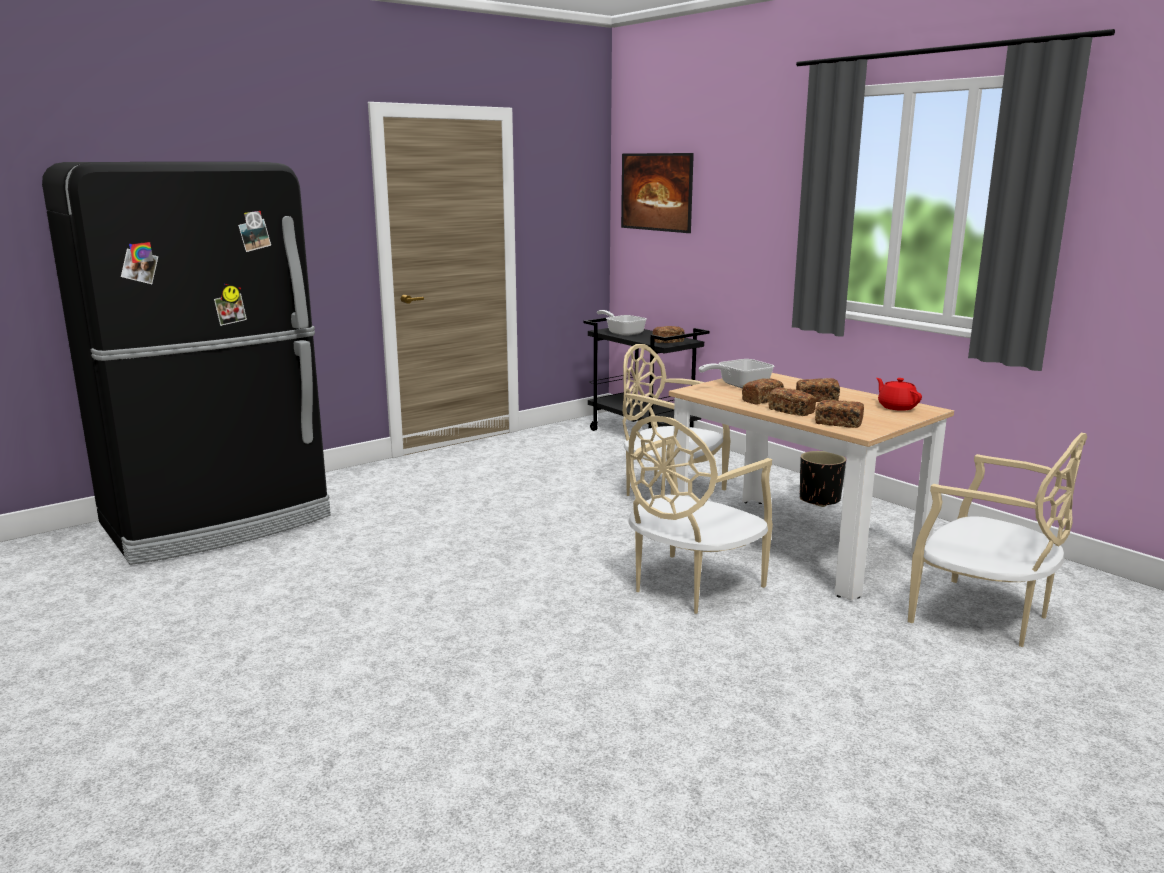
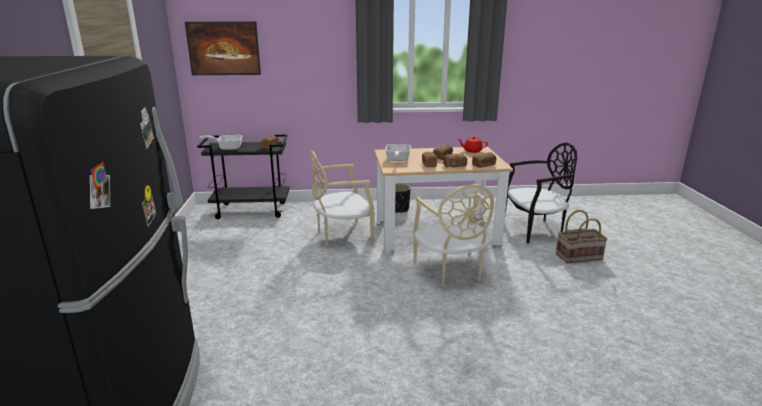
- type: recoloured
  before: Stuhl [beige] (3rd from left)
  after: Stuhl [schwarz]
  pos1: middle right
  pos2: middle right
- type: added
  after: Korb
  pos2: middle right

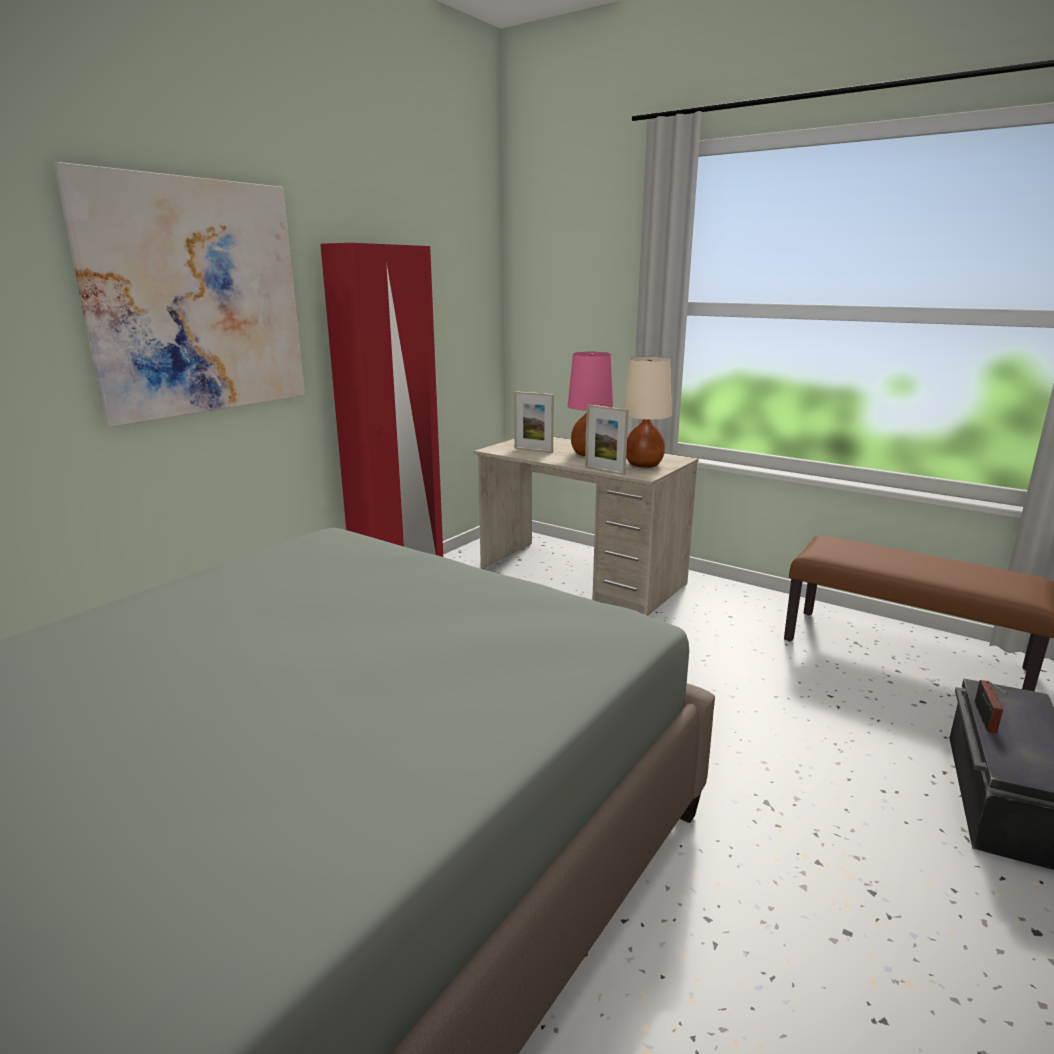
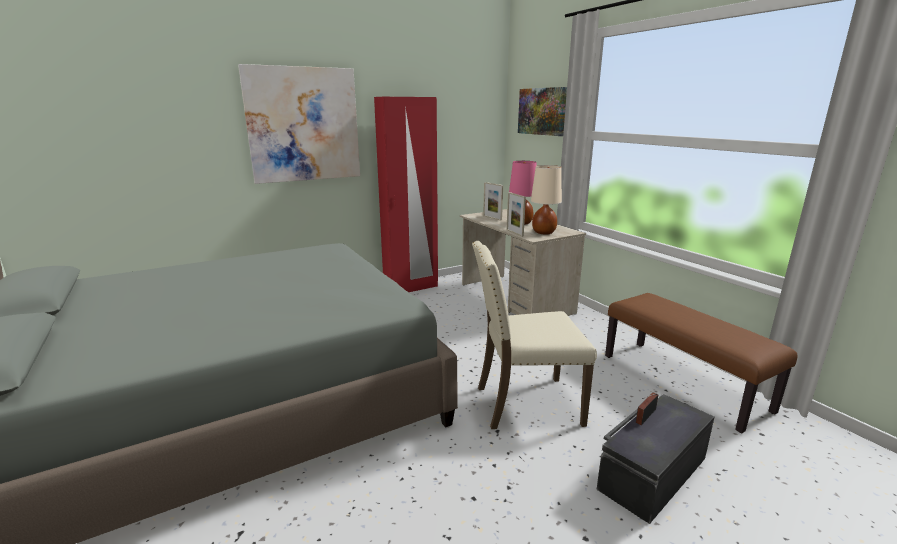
- type: added
  after: Bild (2nd from left)
  pos2: top centre
- type: added
  after: Stuhl [beige]
  pos2: centre

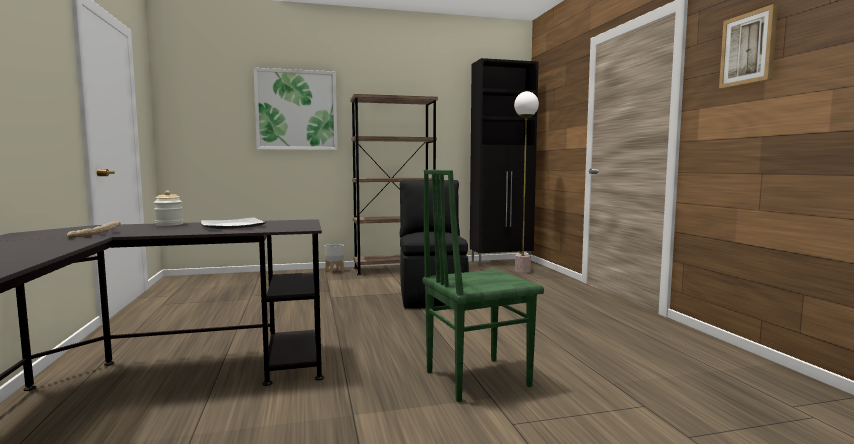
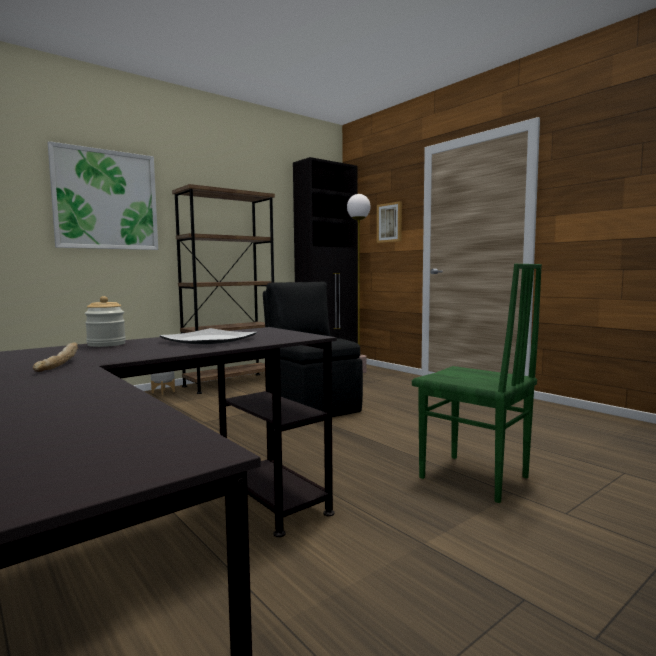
- type: moved
  before: Bild (2nd from left)
  pos1: top right
  pos2: centre
- type: turned
  before: Stuhl [grün]
  pos1: centre
  pos2: middle right
  turn: -90

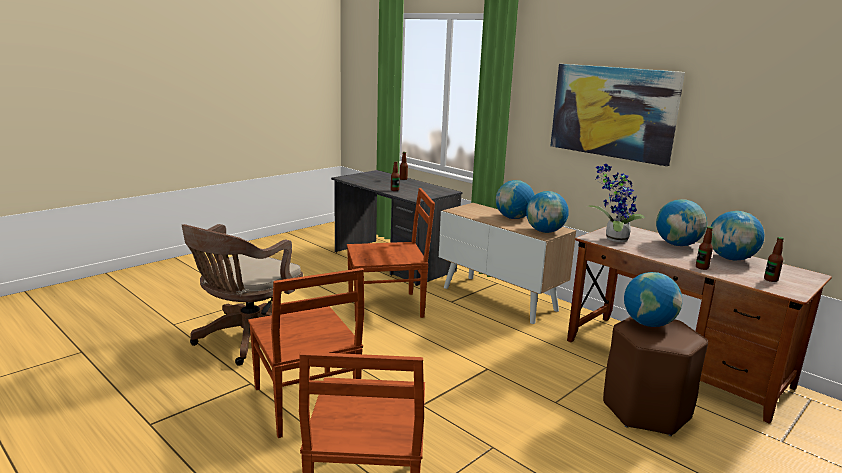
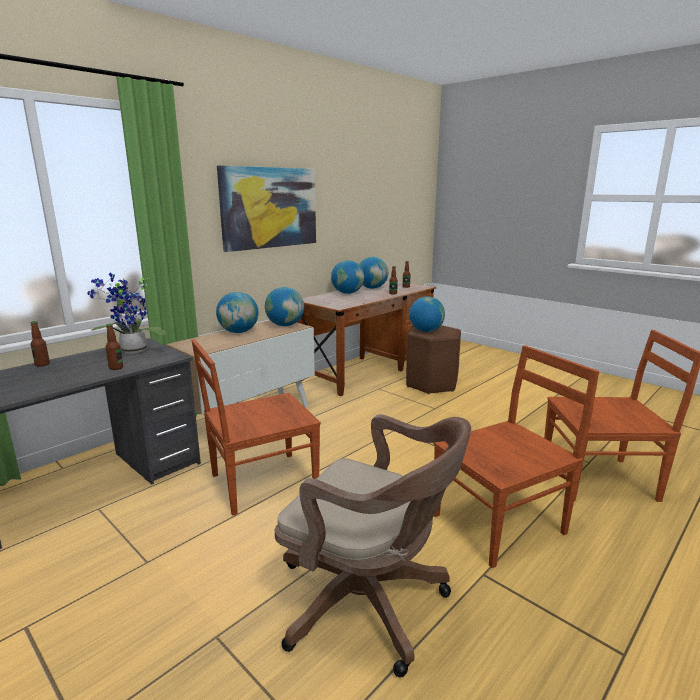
- type: moved
  before: Topfpflanze
  pos1: middle right
  pos2: middle left
- type: turned
  before: Stuhl [braun] (3rd from left in the first image)
  pos1: centre
  pos2: centre
  turn: -105

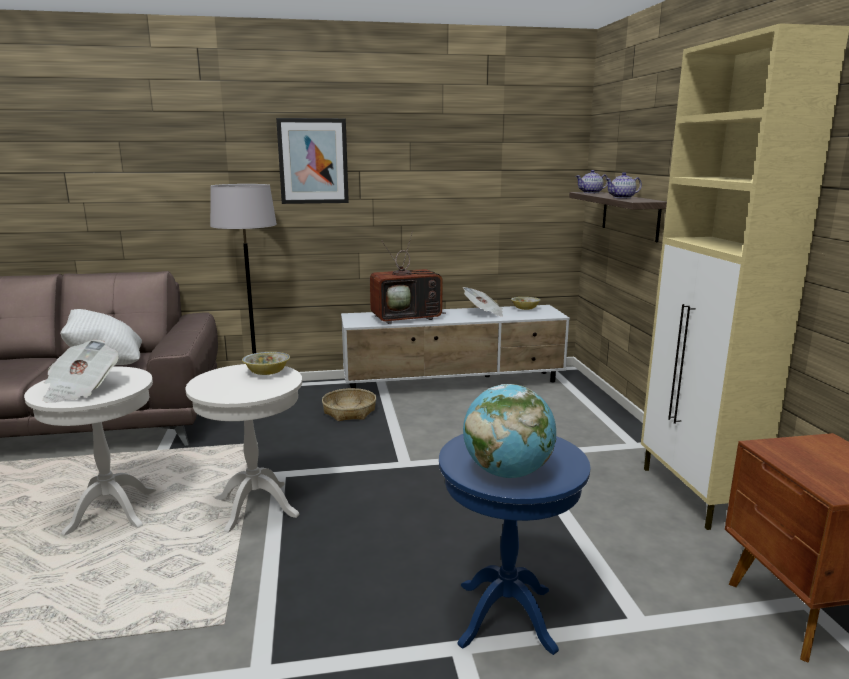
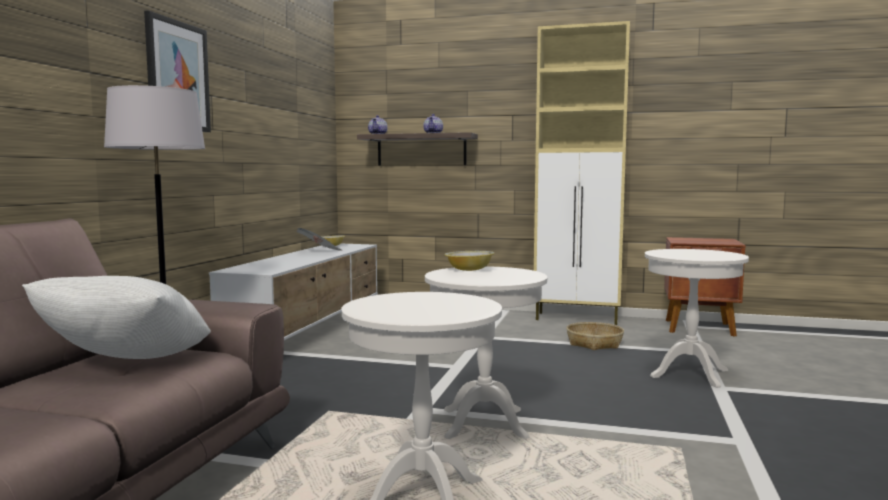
- type: removed
  before: Fernseher
  pos1: centre
- type: removed
  before: Zeitung (1st from left)
  pos1: middle left
- type: removed
  before: Globus
  pos1: centre
- type: moved
  before: Korb
  pos1: centre
  pos2: bottom right
- type: recoloured
  before: Beistelltisch [blau]
  after: Beistelltisch [weiß] (3rd from left)
  pos1: bottom centre
  pos2: middle right

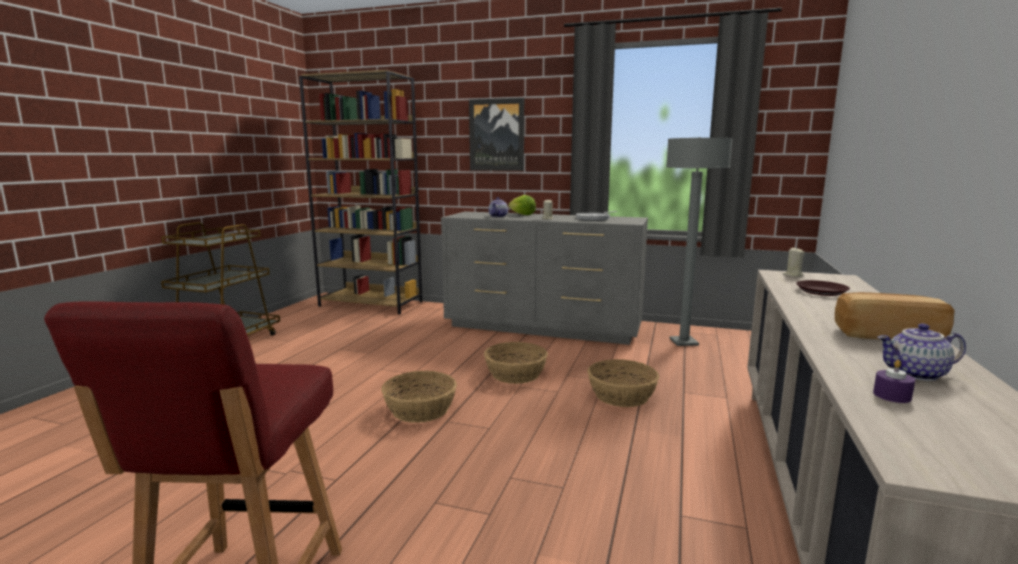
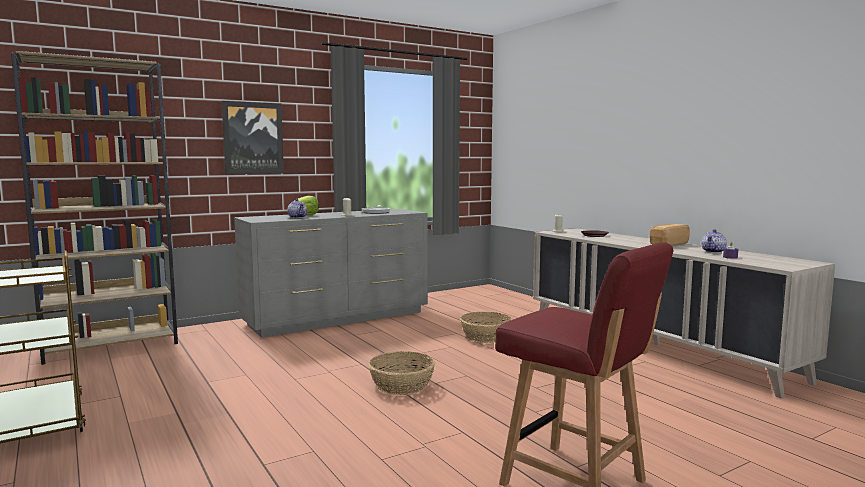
- type: removed
  before: Stehlampe [grau]
  pos1: middle right
- type: removed
  before: Korb (2nd from left)
  pos1: centre

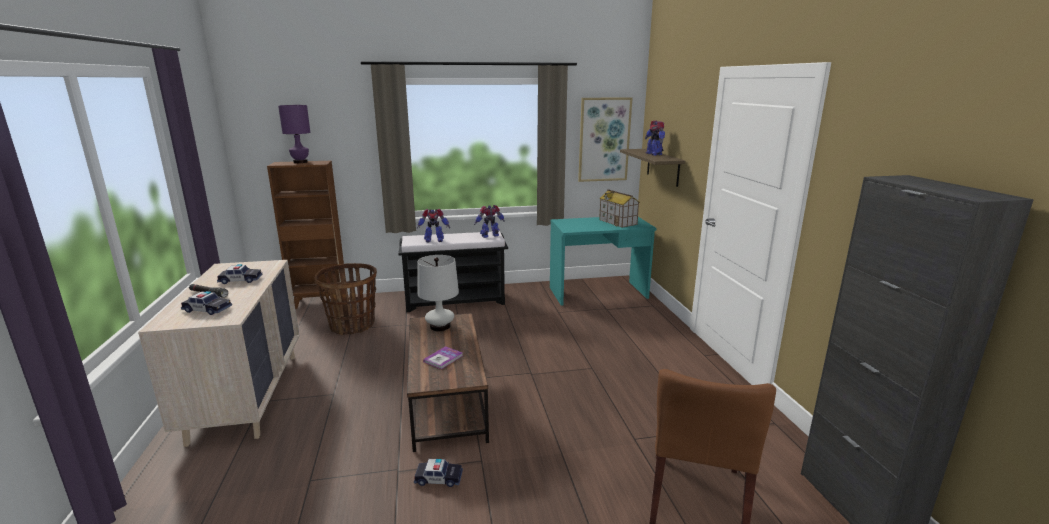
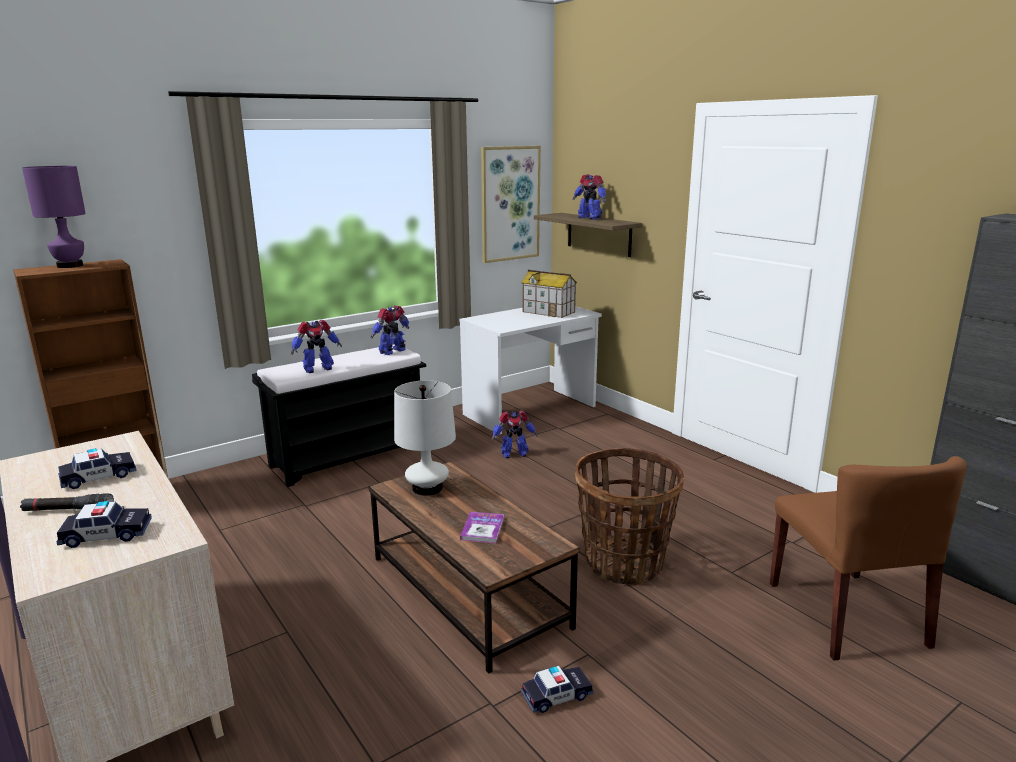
- type: recoloured
  before: Schreibtisch [türkis]
  after: Schreibtisch [weiß]
  pos1: centre
  pos2: centre
- type: moved
  before: Korb
  pos1: middle left
  pos2: bottom centre
- type: added
  after: Spielzeugroboter (3rd from left)
  pos2: centre

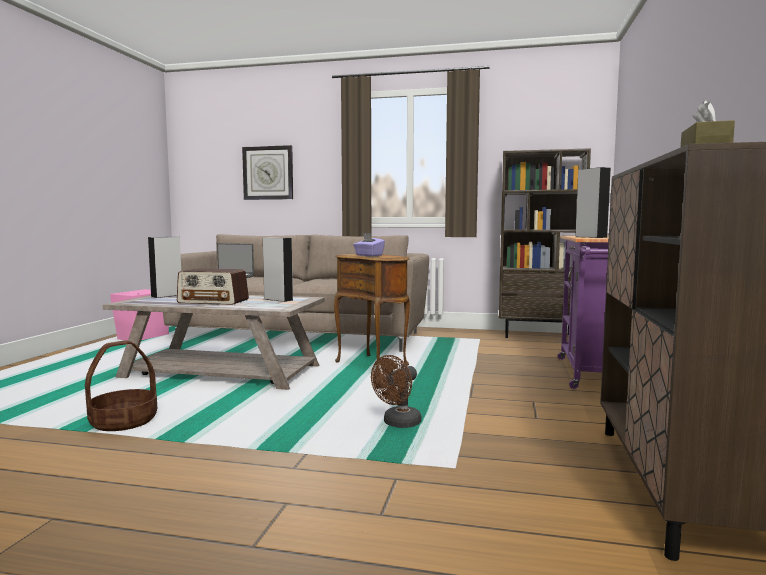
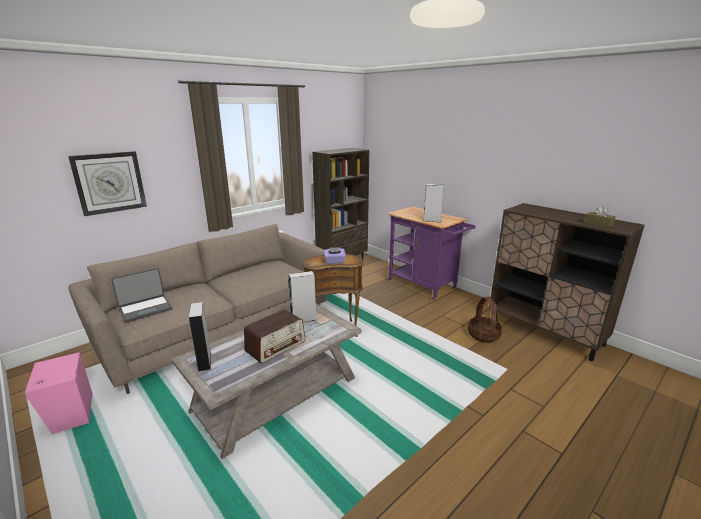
- type: moved
  before: Korb
  pos1: bottom left
  pos2: middle right
- type: removed
  before: Ventilator [braun]
  pos1: bottom centre

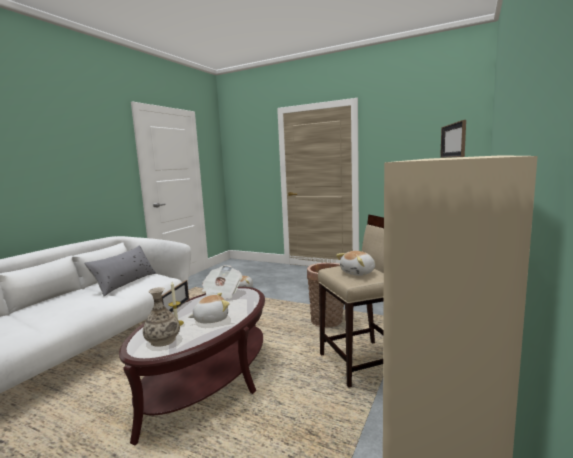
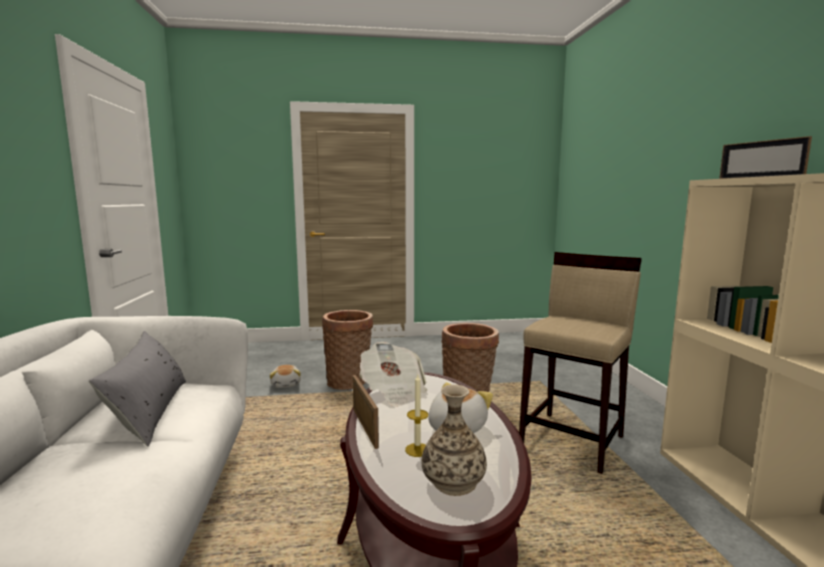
- type: removed
  before: Plüschtier (3rd from left)
  pos1: centre
- type: added
  after: Korb (1st from left)
  pos2: centre

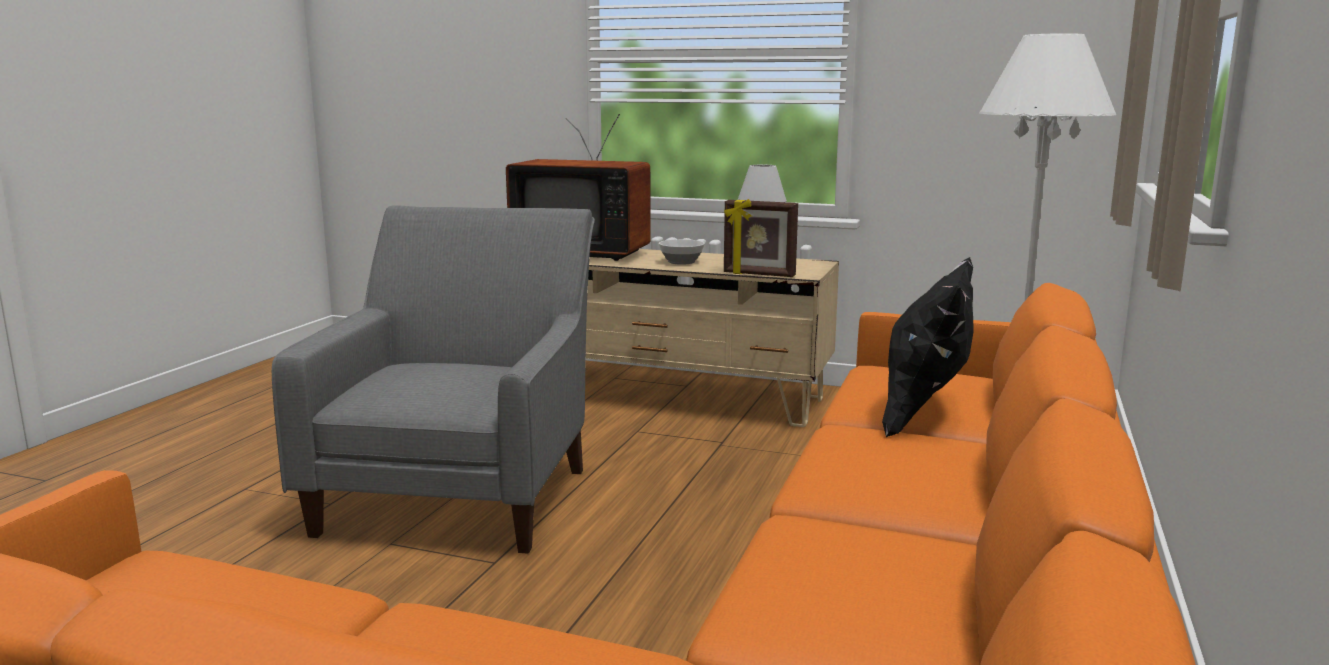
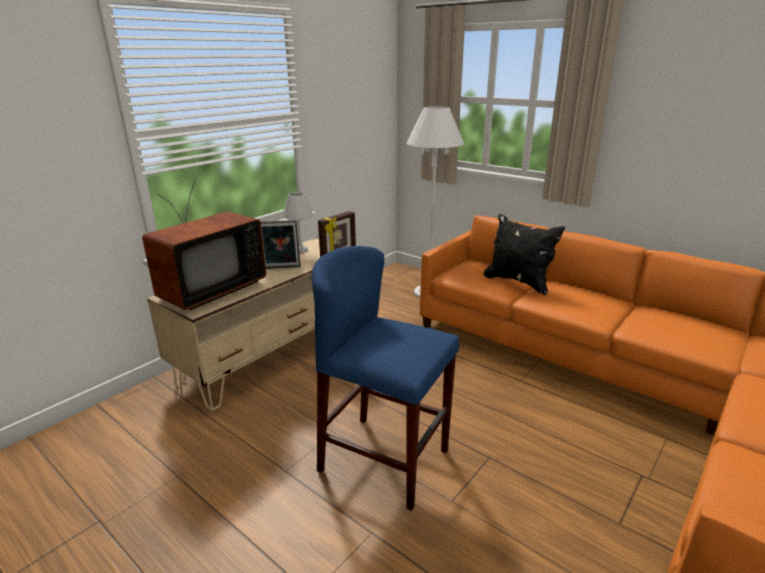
- type: replaced
  before: Sessel [grau]
  after: Hocker [blau]
  pos1: middle left
  pos2: centre
- type: replaced
  before: Schüssel
  after: Bilderrahmen (1st from left)
  pos1: centre
  pos2: centre

